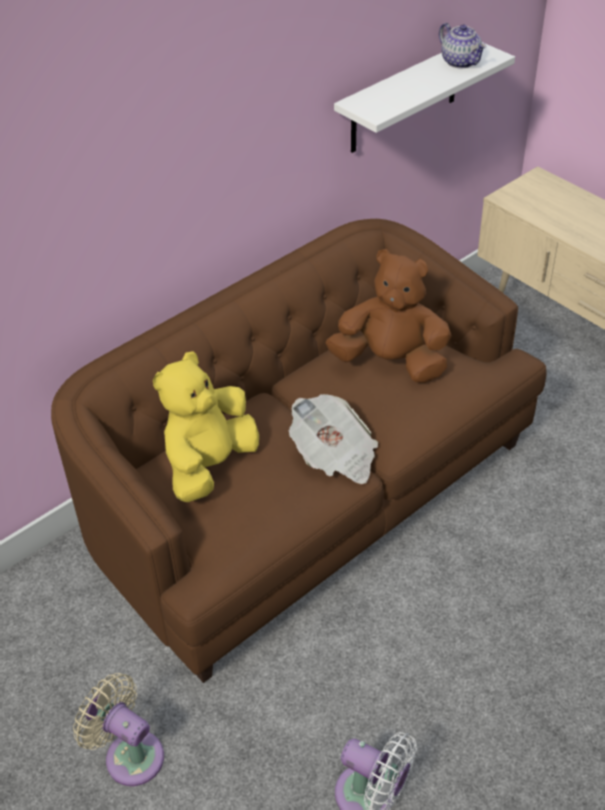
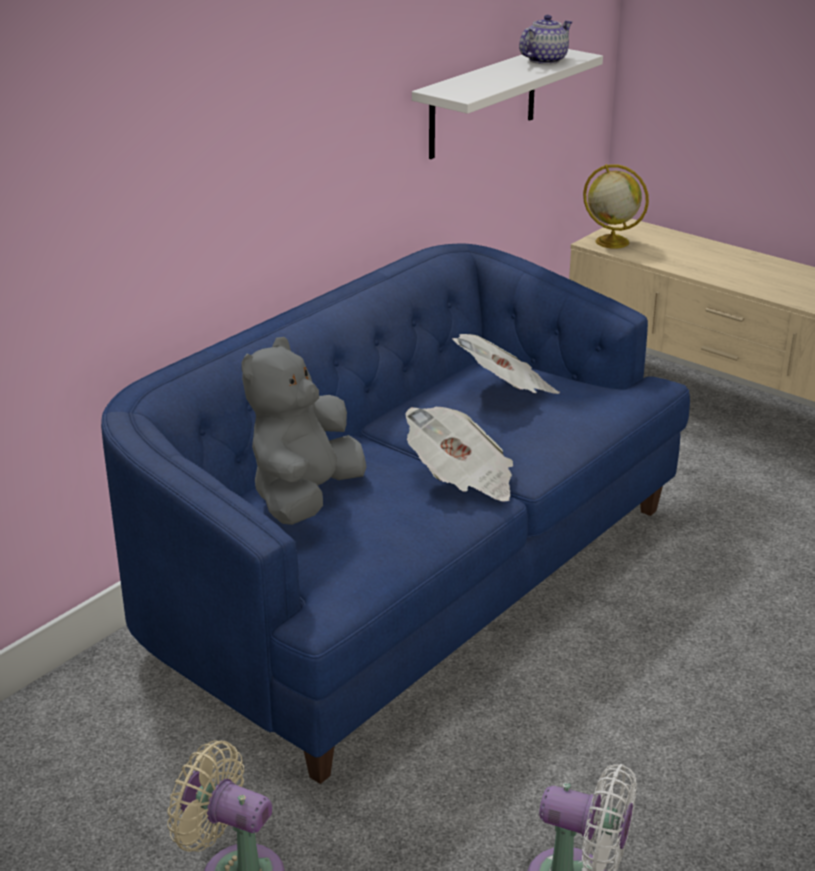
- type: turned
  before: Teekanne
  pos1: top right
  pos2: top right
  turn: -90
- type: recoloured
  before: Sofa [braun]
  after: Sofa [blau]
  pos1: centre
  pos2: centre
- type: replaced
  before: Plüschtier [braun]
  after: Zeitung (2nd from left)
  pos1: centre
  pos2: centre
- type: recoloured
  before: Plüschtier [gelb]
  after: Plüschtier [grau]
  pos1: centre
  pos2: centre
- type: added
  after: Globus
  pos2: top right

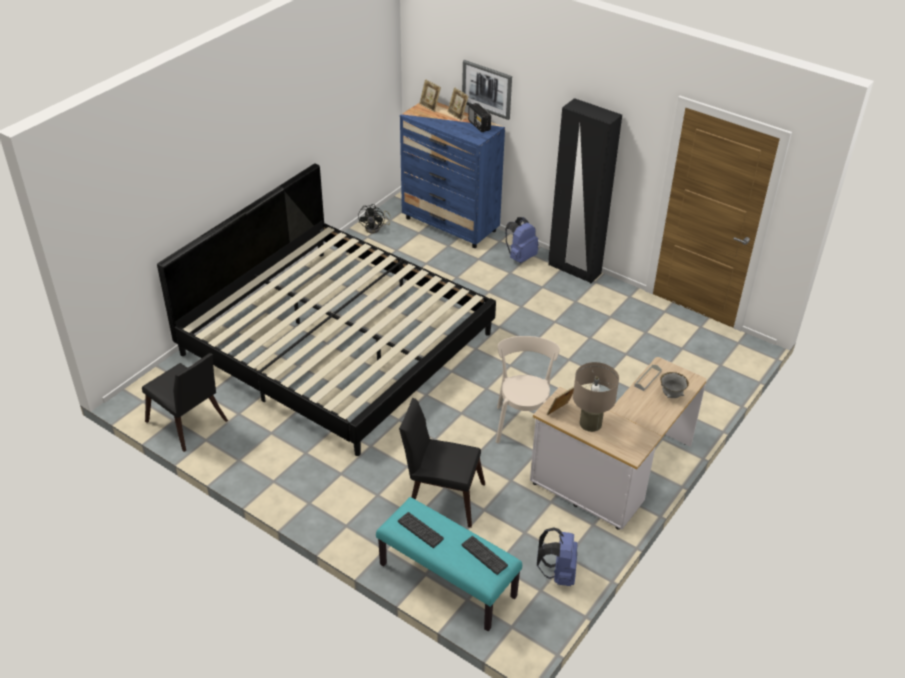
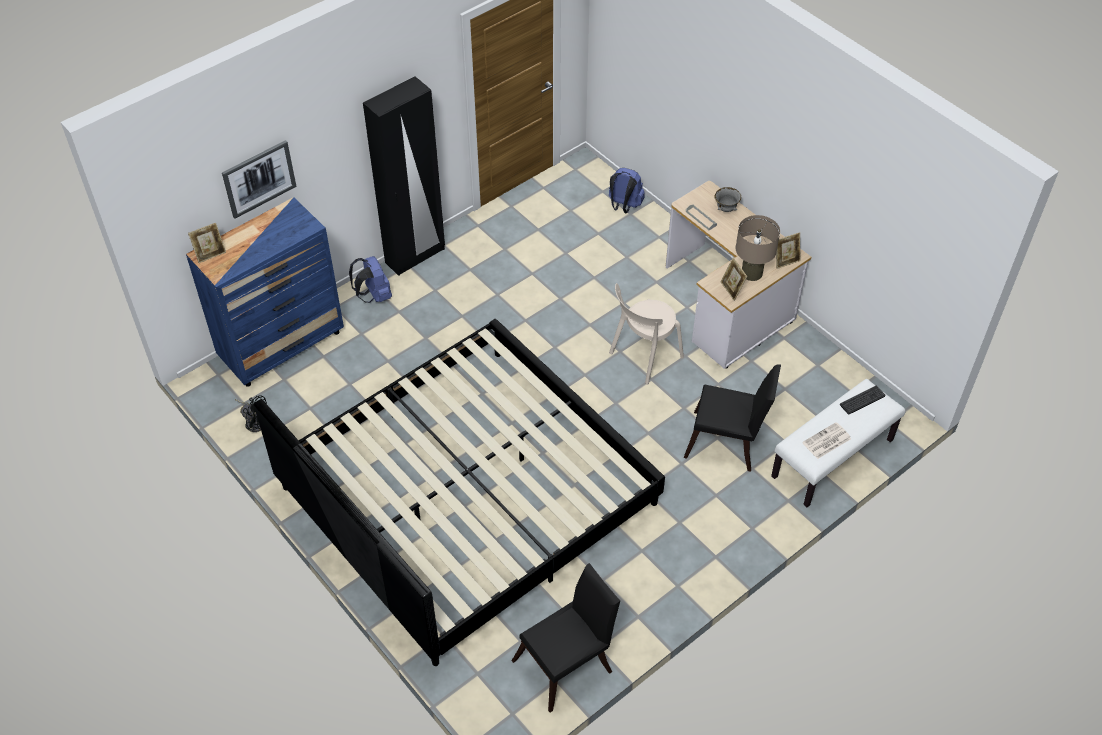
- type: moved
  before: Bilderrahmen (2nd from left in the first image)
  after: Bilderrahmen (3rd from left)
  pos1: top centre
  pos2: middle right
- type: removed
  before: Radio
  pos1: top centre
- type: turned
  before: Stuhl [beige]
  pos1: centre
  pos2: centre
  turn: -60
- type: turned
  before: Stuhl [schwarz] (2nd from left)
  pos1: bottom centre
  pos2: centre
  turn: -105
- type: recoloured
  before: Bank [türkis]
  after: Bank [weiß]
  pos1: bottom centre
  pos2: middle right
- type: replaced
  before: Tastatur (1st from left)
  after: Zeitung
  pos1: bottom centre
  pos2: middle right
- type: moved
  before: Rucksack [blau] (2nd from left)
  pos1: bottom centre
  pos2: top centre

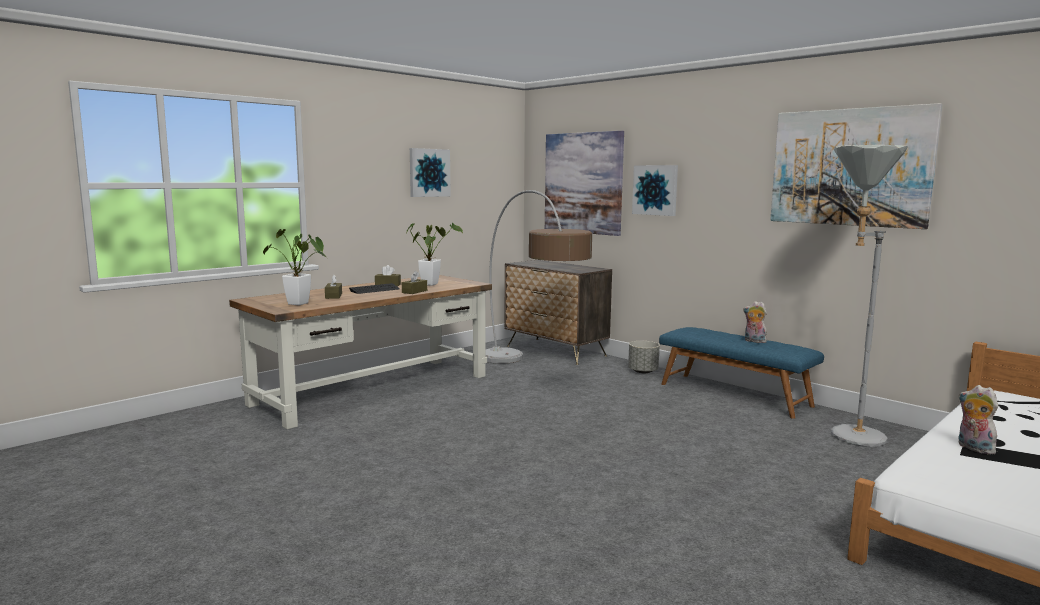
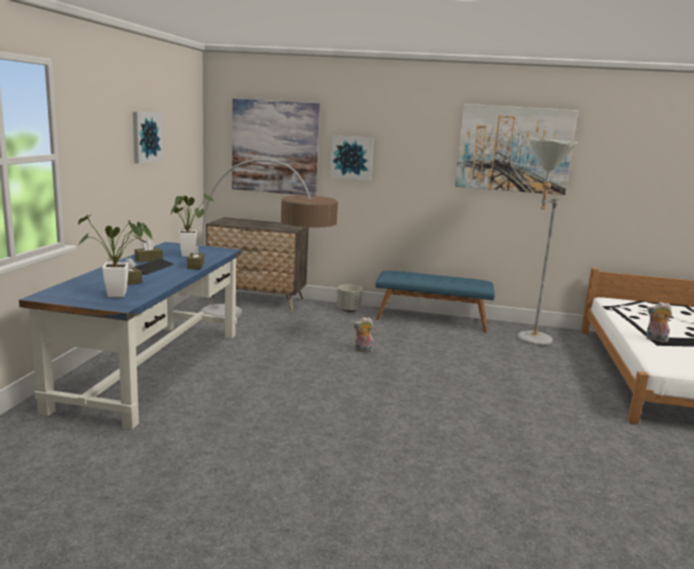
- type: recoloured
  before: Schreibtisch [braun]
  after: Schreibtisch [blau]
  pos1: centre
  pos2: middle left
- type: moved
  before: Plüschtier (1st from left)
  pos1: middle right
  pos2: centre

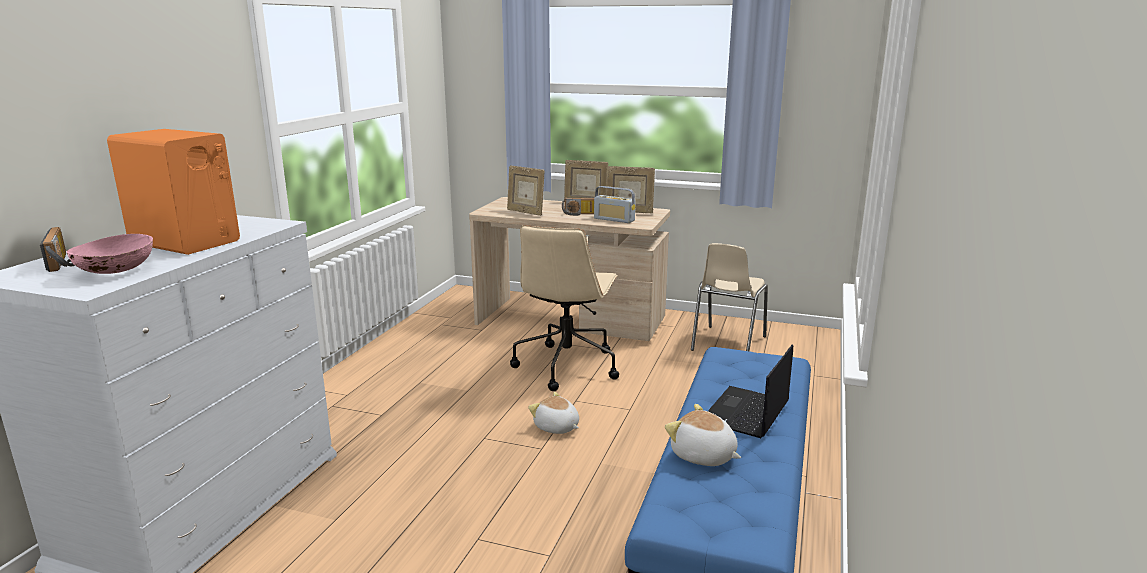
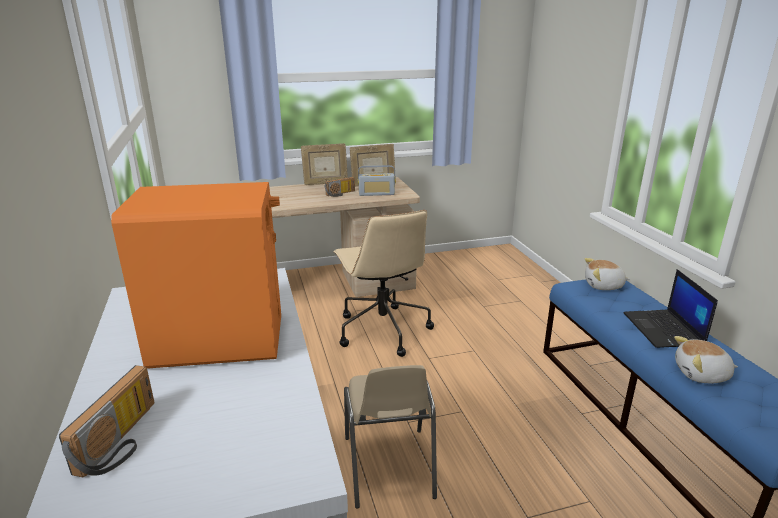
- type: removed
  before: Bilderrahmen (1st from left)
  pos1: centre
- type: turned
  before: Radio (1st from left)
  pos1: middle left
  pos2: bottom left
  turn: 75
- type: removed
  before: Schüssel [rosa]
  pos1: middle left
- type: moved
  before: Stuhl [beige]
  pos1: centre
  pos2: bottom centre
- type: moved
  before: Plüschtier (1st from left)
  pos1: bottom centre
  pos2: middle right

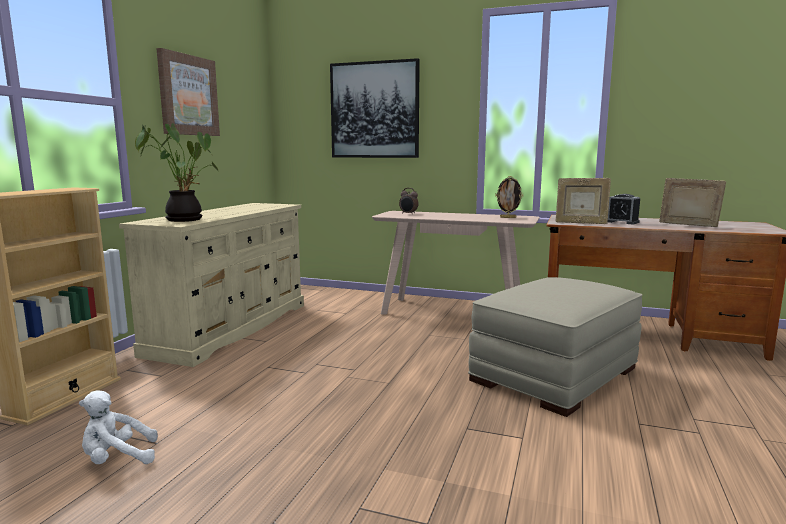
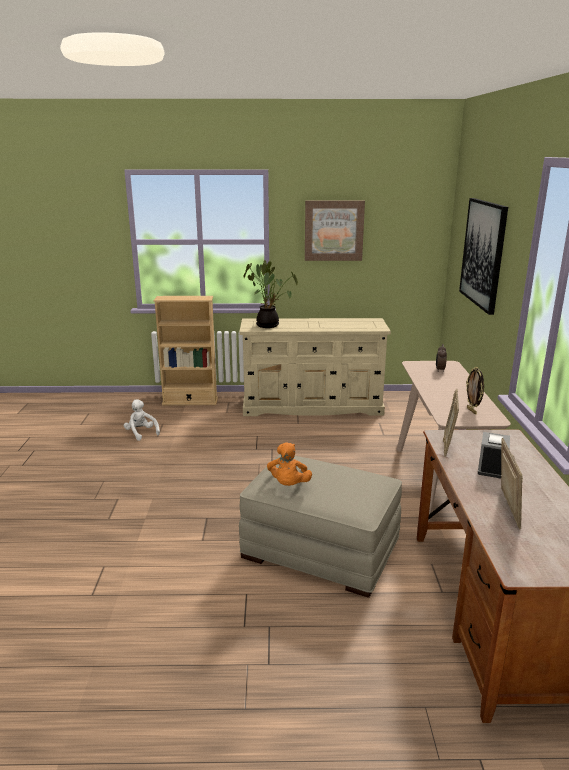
- type: added
  after: Plüschtier [orange]
  pos2: centre

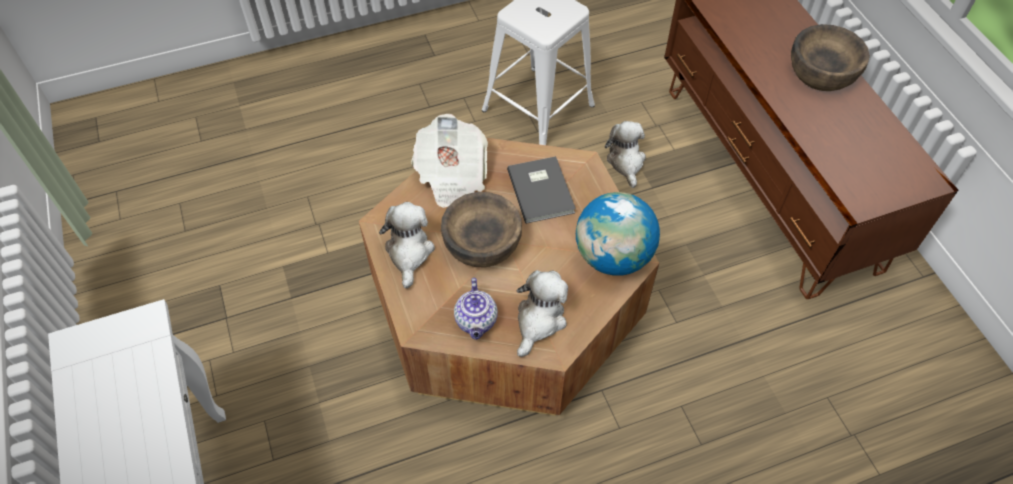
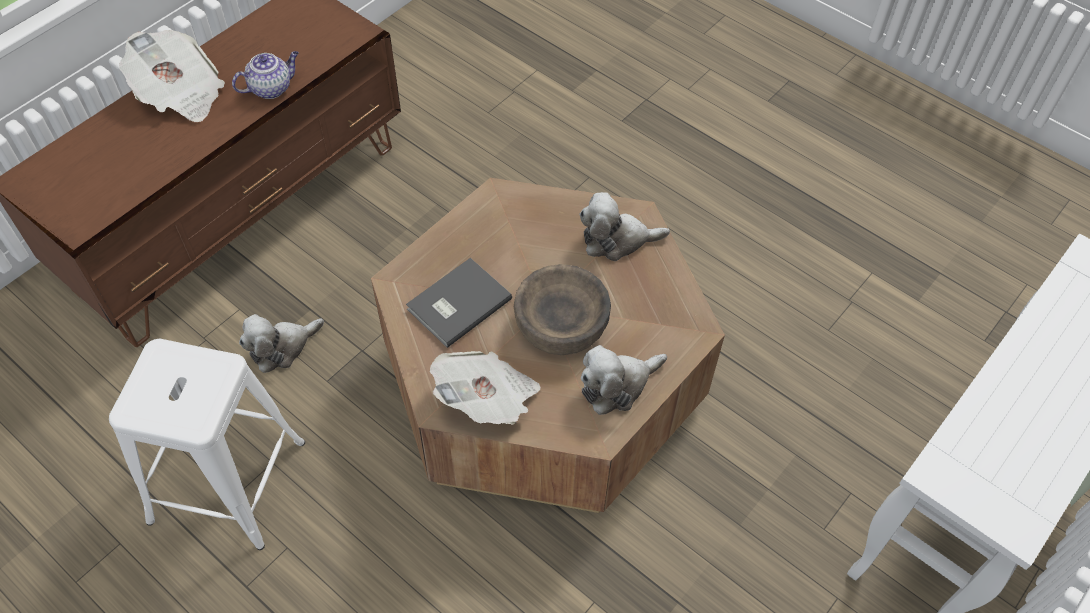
- type: replaced
  before: Schüssel [braun] (2nd from left)
  after: Zeitung (1st from left)
  pos1: top right
  pos2: top left
- type: removed
  before: Globus
  pos1: centre
- type: moved
  before: Teekanne
  pos1: centre
  pos2: top left

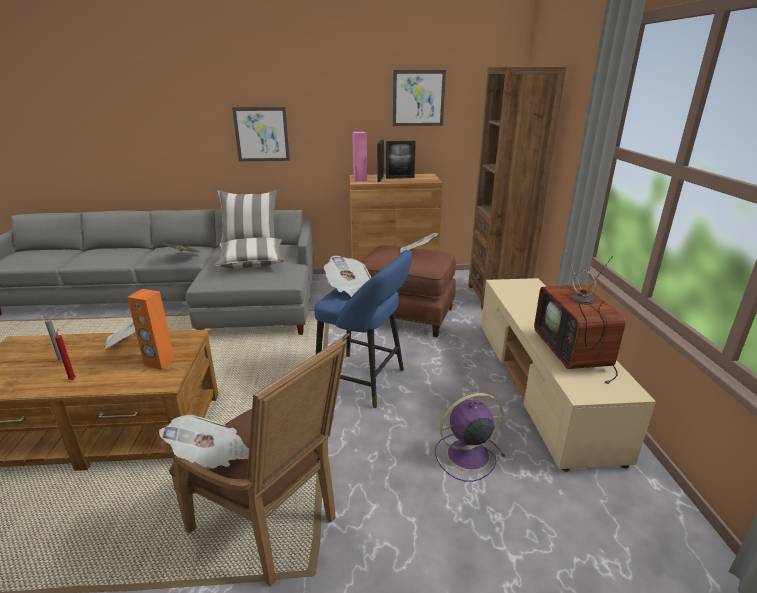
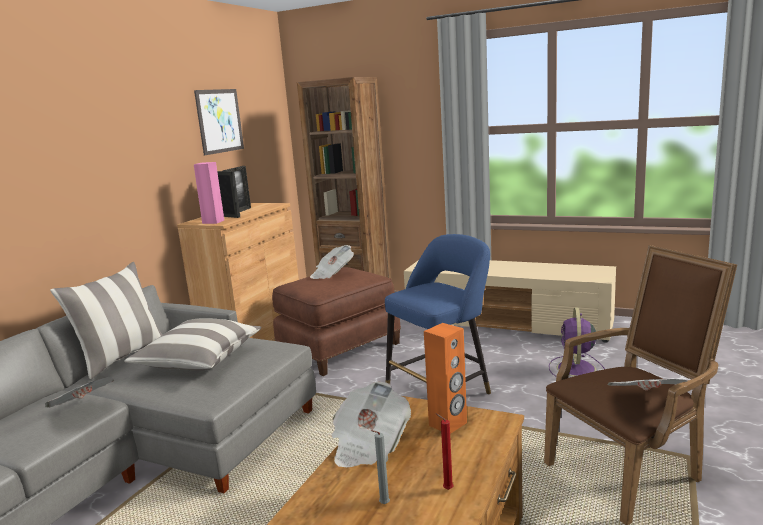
- type: removed
  before: Bild (1st from left)
  pos1: top centre
- type: removed
  before: Fernseher
  pos1: middle right
- type: removed
  before: Zeitung (4th from left)
  pos1: centre

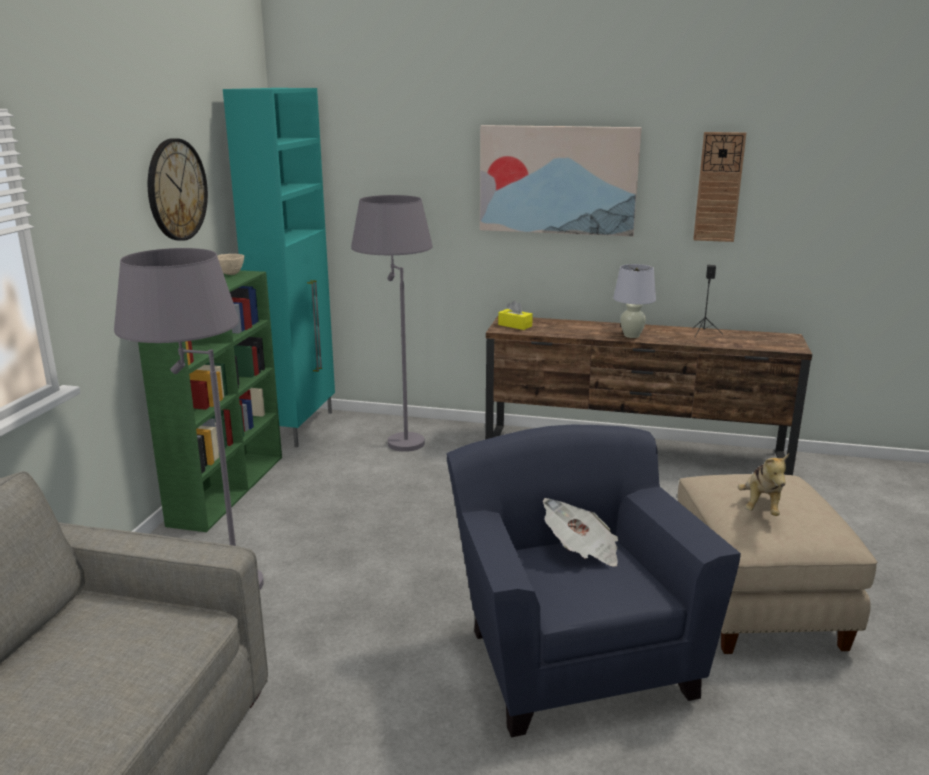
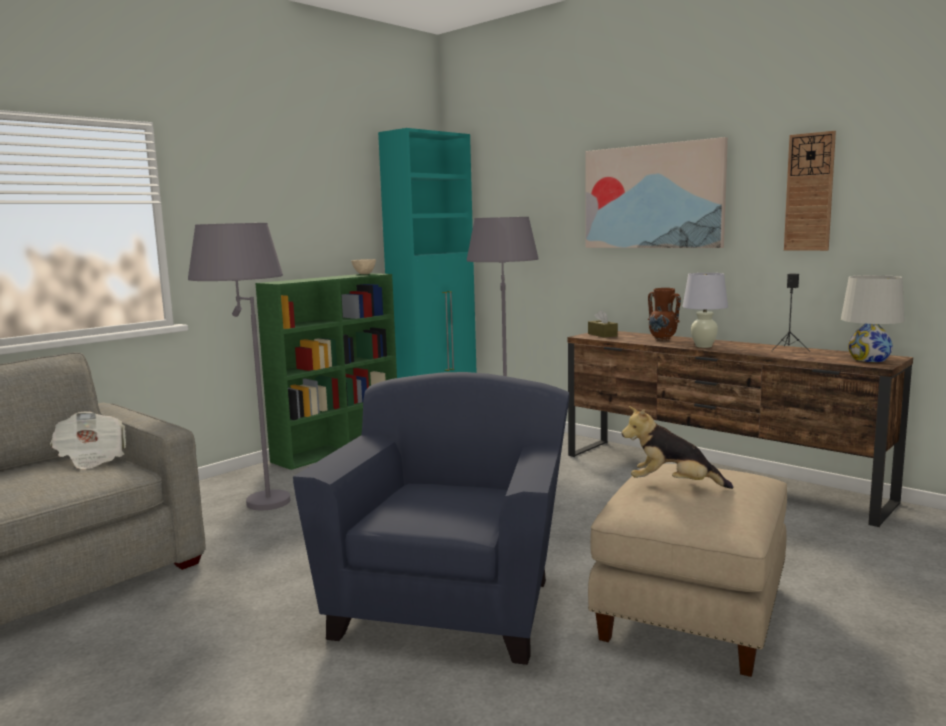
- type: removed
  before: Wanduhr (1st from left)
  pos1: top left
- type: recoloured
  before: Taschentuchbox [gelb]
  after: Taschentuchbox [braun]
  pos1: centre
  pos2: centre
- type: turned
  before: Plüschtier
  pos1: middle right
  pos2: middle right
  turn: 60
- type: moved
  before: Zeitung
  pos1: bottom centre
  pos2: middle left
- type: added
  after: Tischlampe [weiß] (2nd from left)
  pos2: middle right
- type: added
  after: Vase [braun]
  pos2: middle right

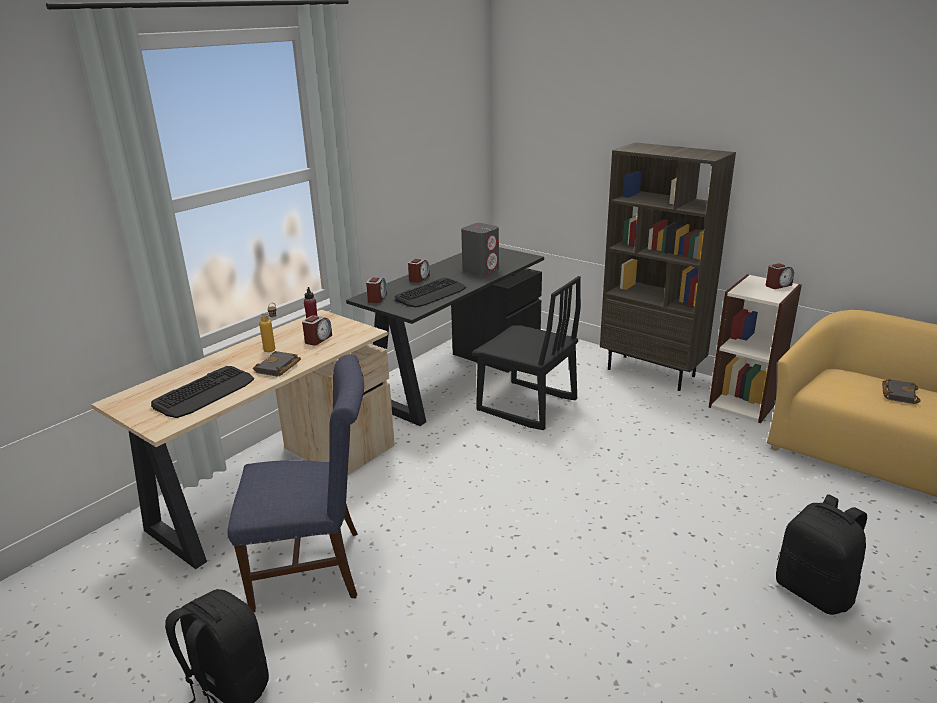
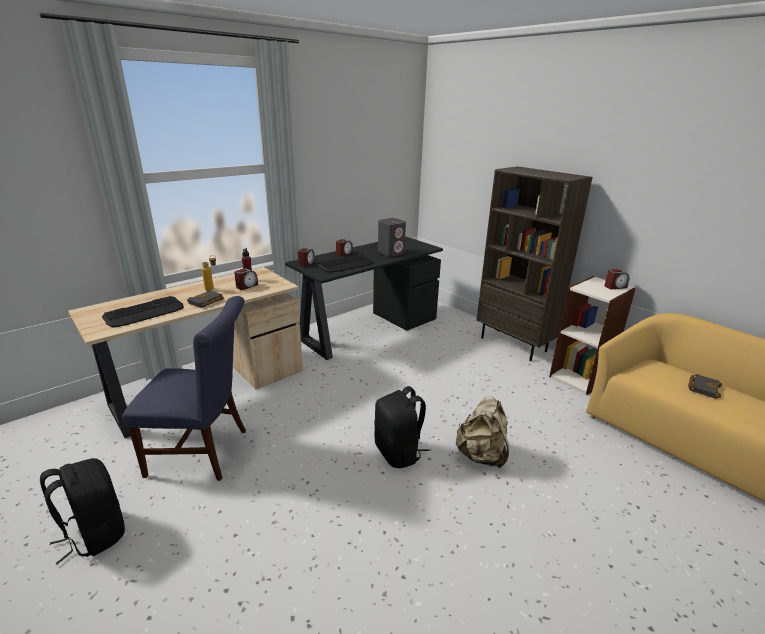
- type: removed
  before: Stuhl [schwarz]
  pos1: centre
- type: moved
  before: Rucksack [schwarz] (2nd from left)
  pos1: bottom right
  pos2: bottom centre
- type: added
  after: Rucksack [beige]
  pos2: bottom centre

